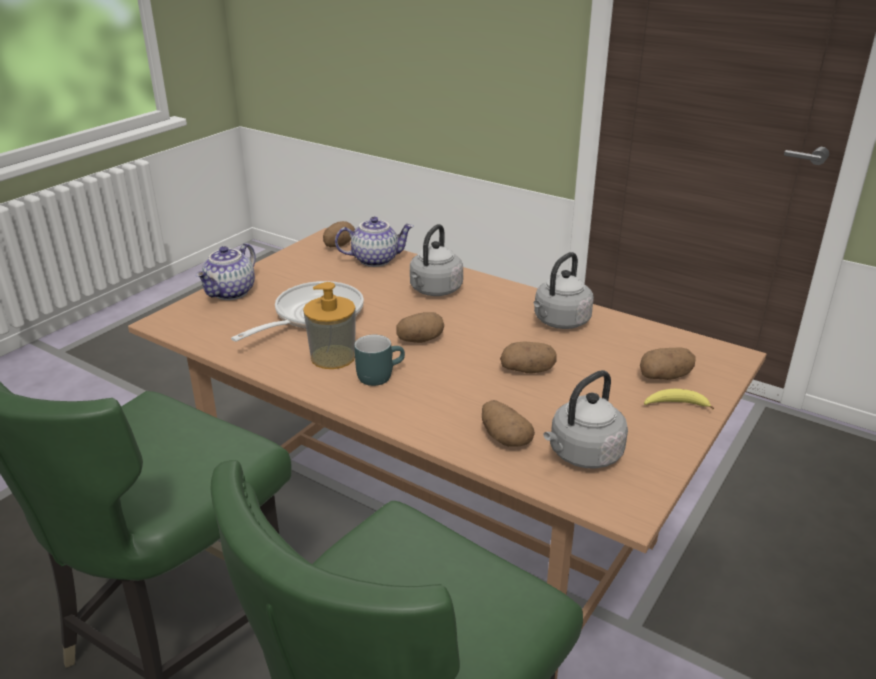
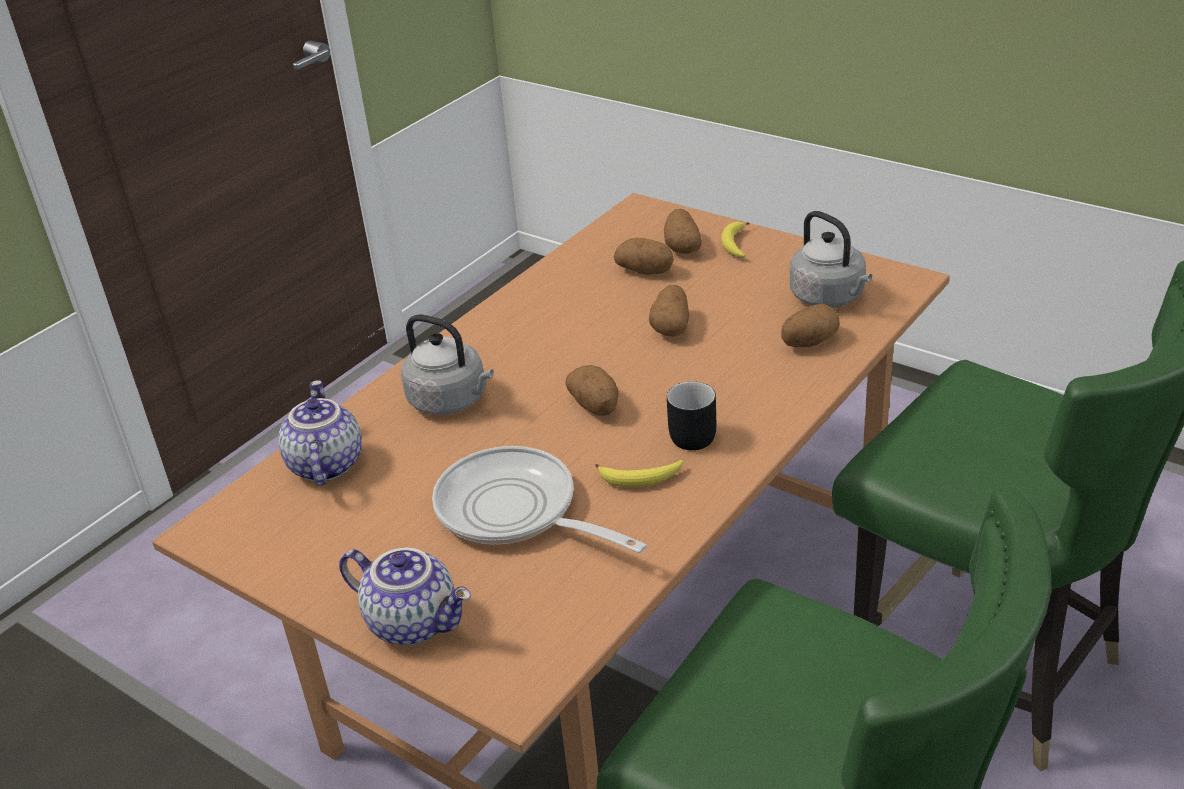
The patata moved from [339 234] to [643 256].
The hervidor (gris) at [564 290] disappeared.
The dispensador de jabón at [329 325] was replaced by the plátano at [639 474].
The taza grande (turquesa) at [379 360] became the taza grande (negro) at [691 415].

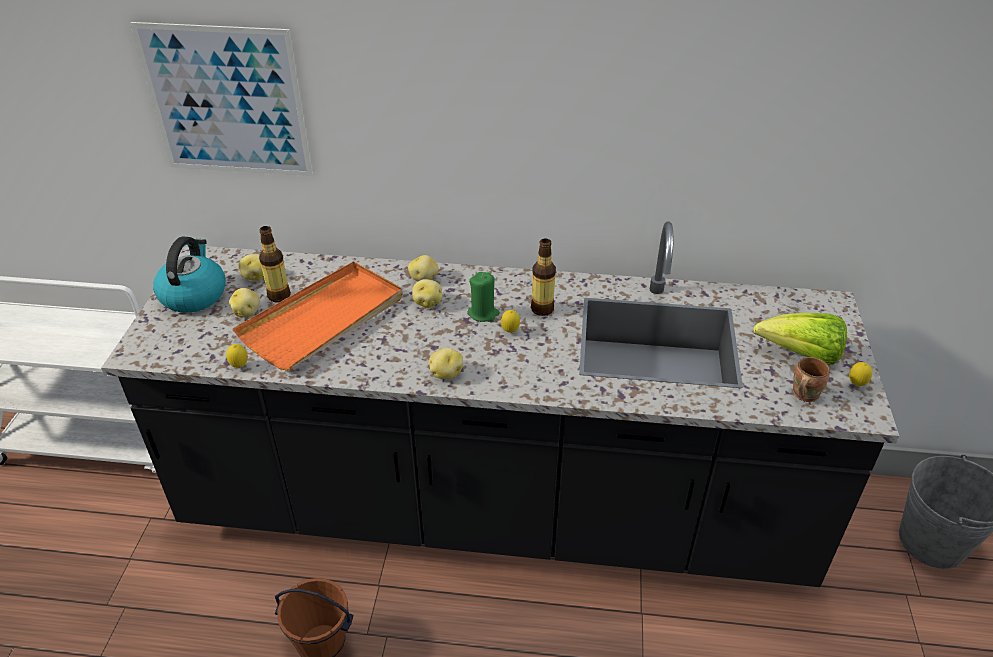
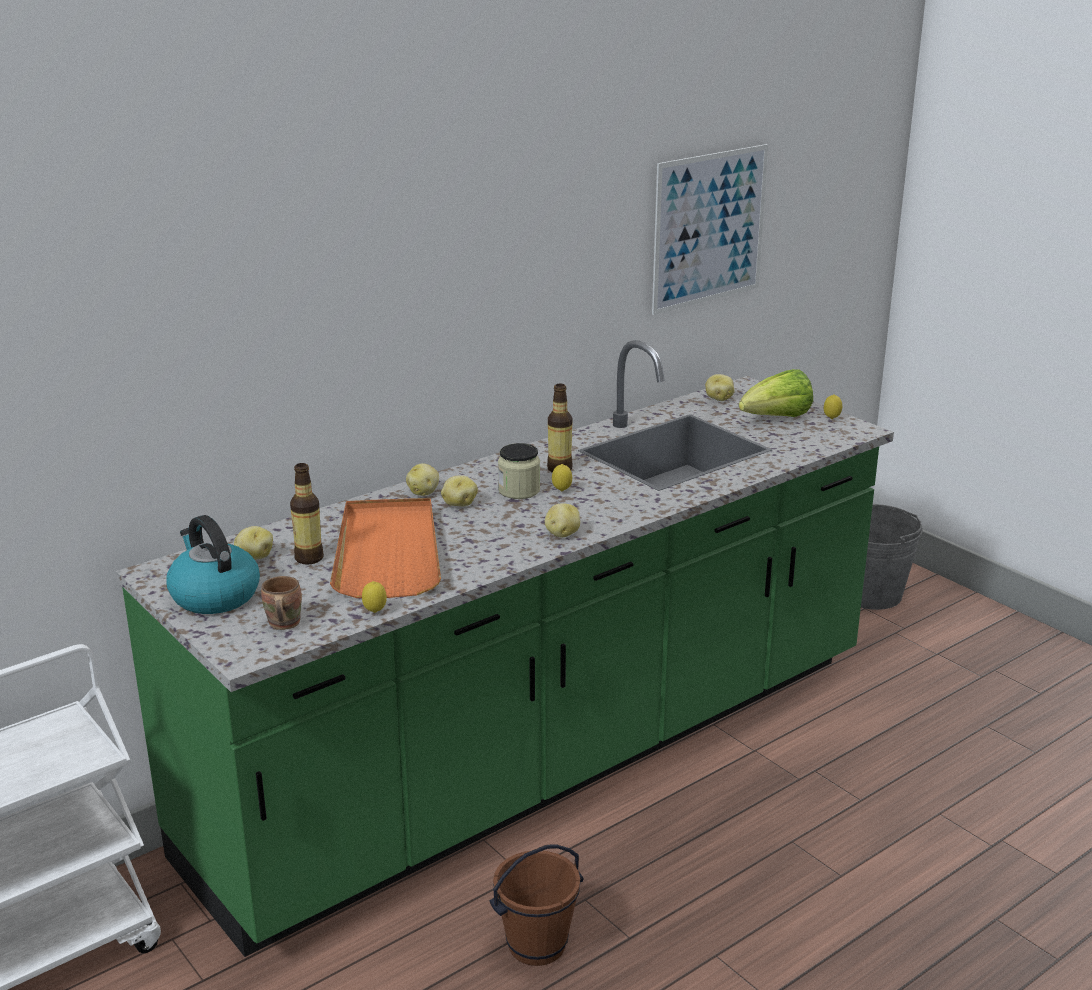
The cuadro moved from [221 99] to [710 229].
The mueble bajo de cocina (negro) at [500 404] became the mueble bajo de cocina (verde) at [505 648].
The vela (verde) at [484 297] was replaced by the tarro at [519 471].
The patata moved from [244 303] to [720 387].
The taza grande (marrón) moved from [811 379] to [281 603].

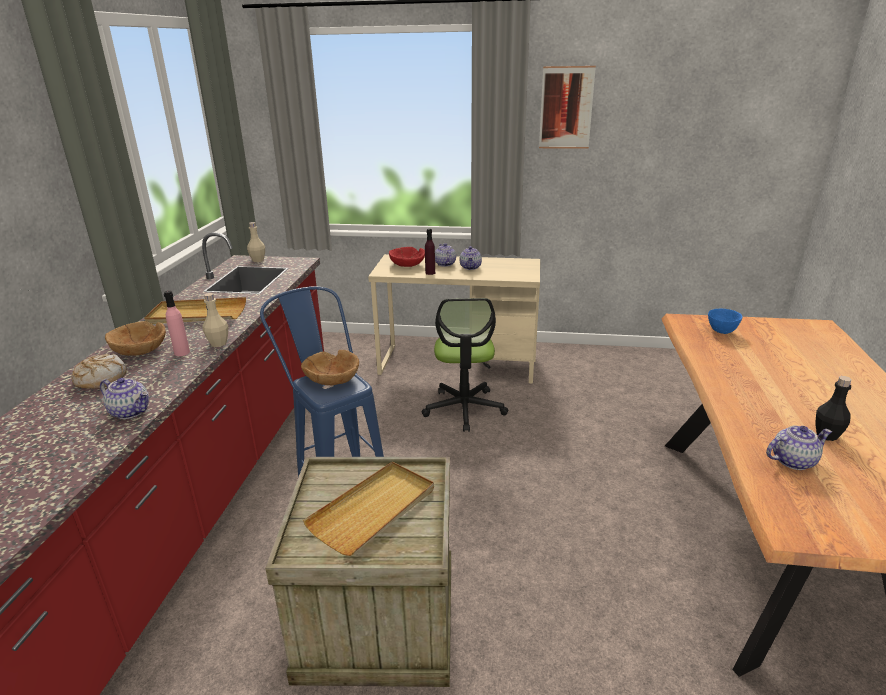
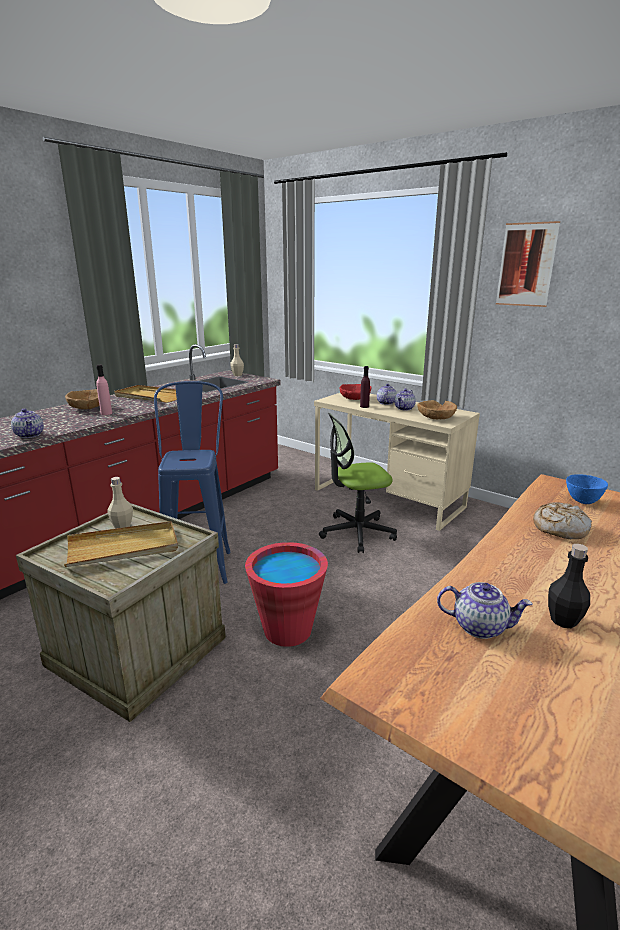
The botella (beis) moved from [215 320] to [120 503].
The silla de oficina at [465 365] turned 45 degrees clockwise.
The cuenco (marrón) moved from [330 367] to [437 409].
The pan moved from [99 371] to [562 520].
The cubo (rojo) at [286 594] appeared.

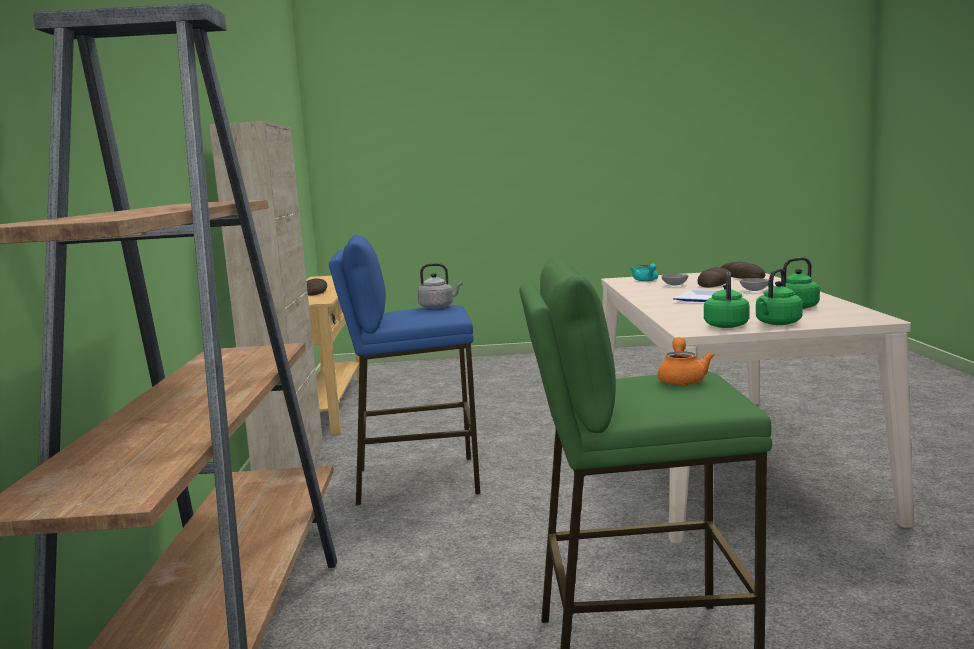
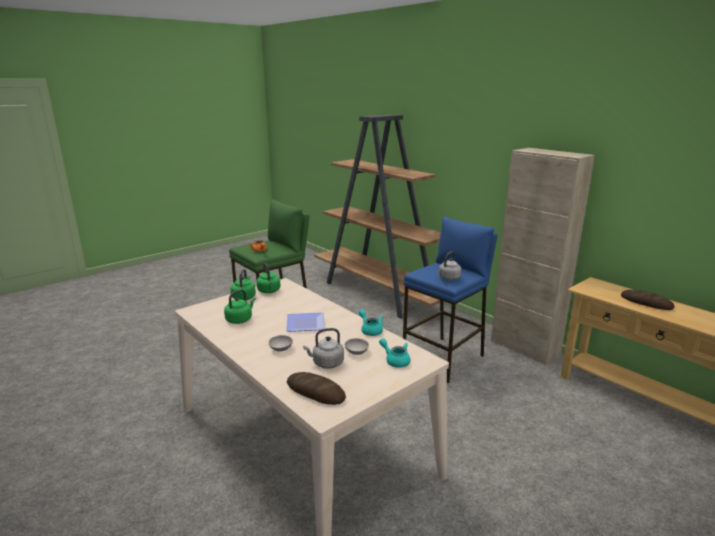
The pan at [713 277] was replaced by the hervidor (gris) at [323 348].
The tetera (turquesa) at [371 323] appeared.

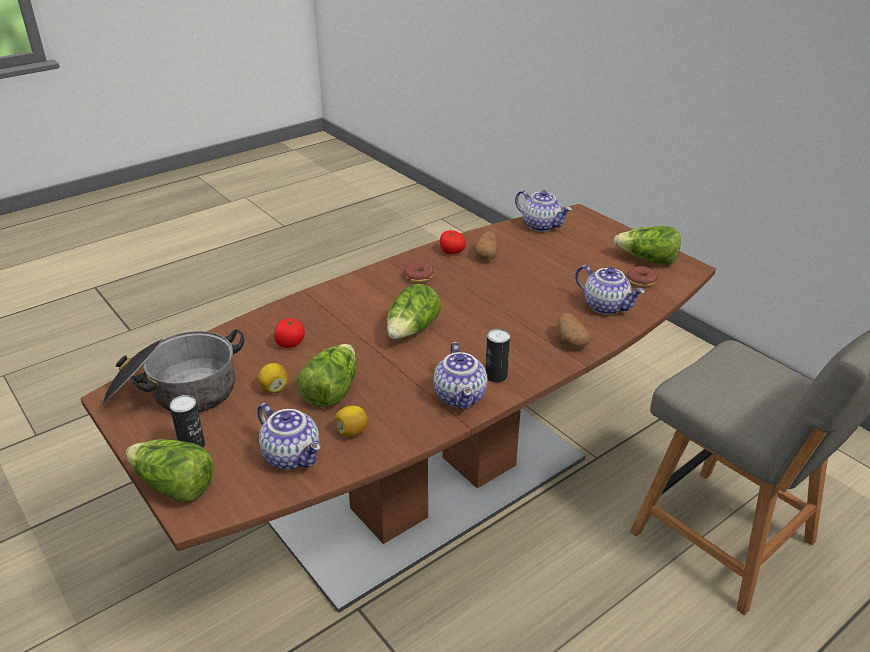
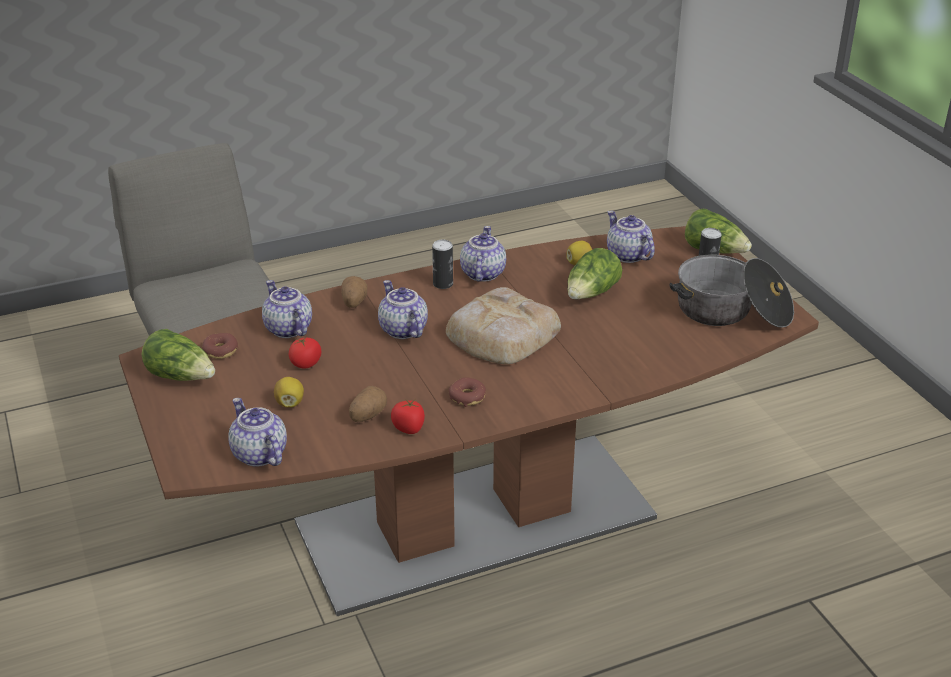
The lechuga at [414 311] was replaced by the pan at [503 325].
The tomate moved from [289 333] to [305 353].
The limón moved from [273 378] to [289 392].
The tetera at [403 309] appeared.

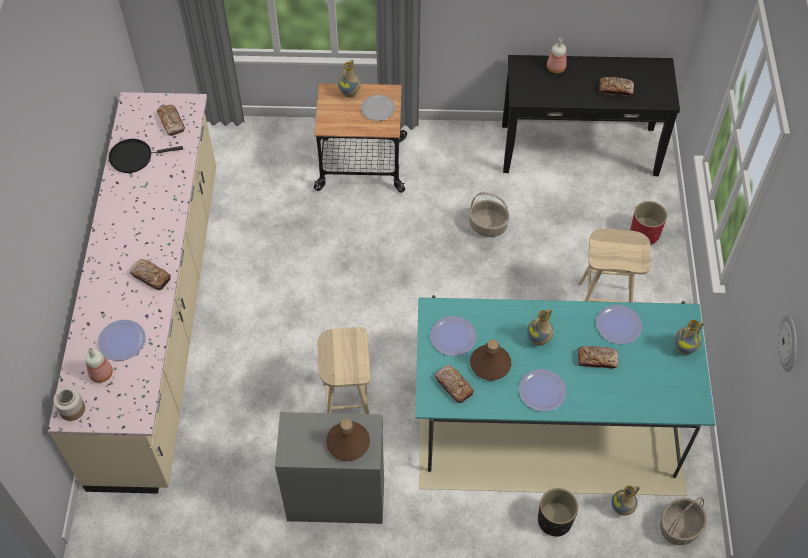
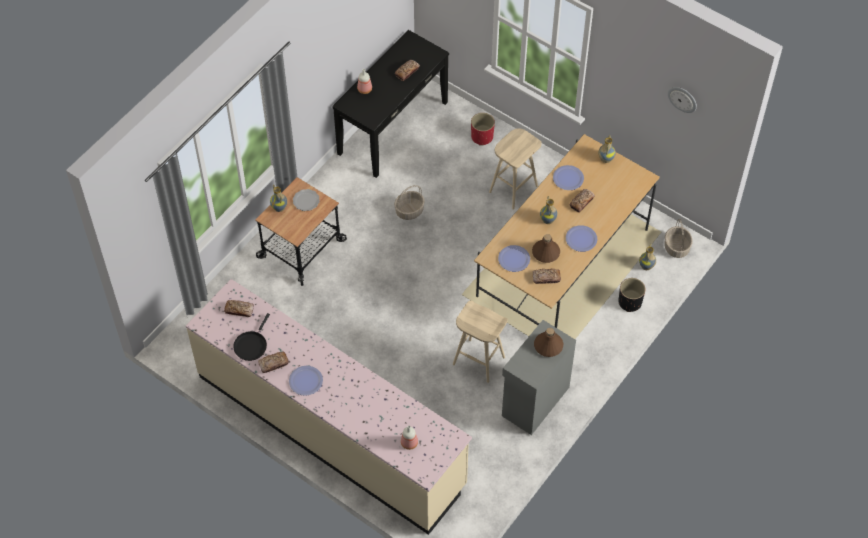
The pan moved from [150 274] to [273 362].
The mesa de comedor (turquesa) at [565 386] became the mesa de comedor (beis) at [567 231].
The plato moved from [121 340] to [306 381].
The tarro at [69 404] disappeared.

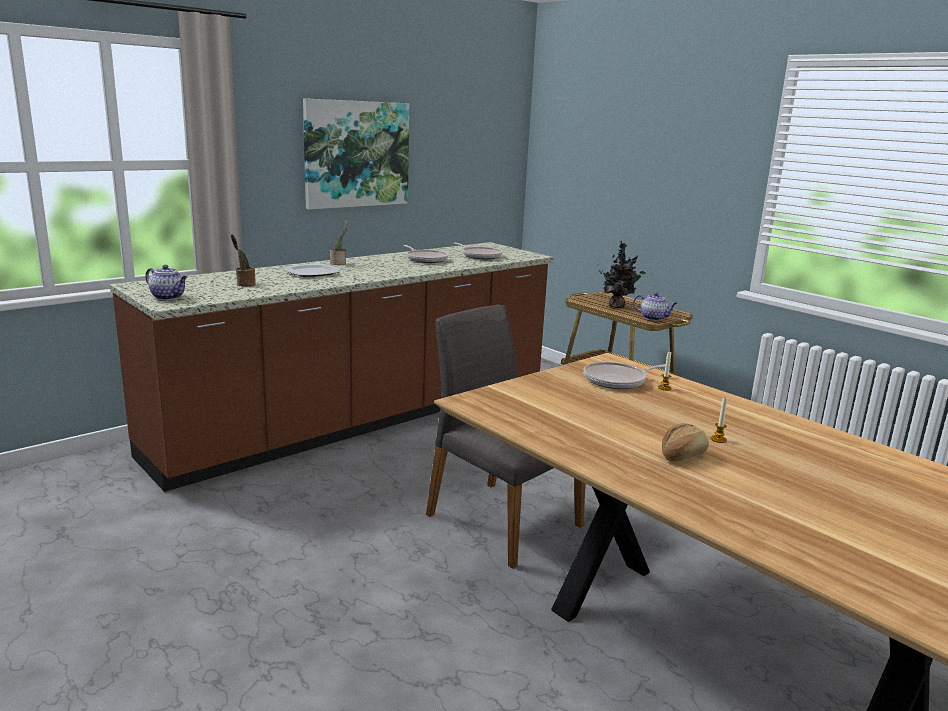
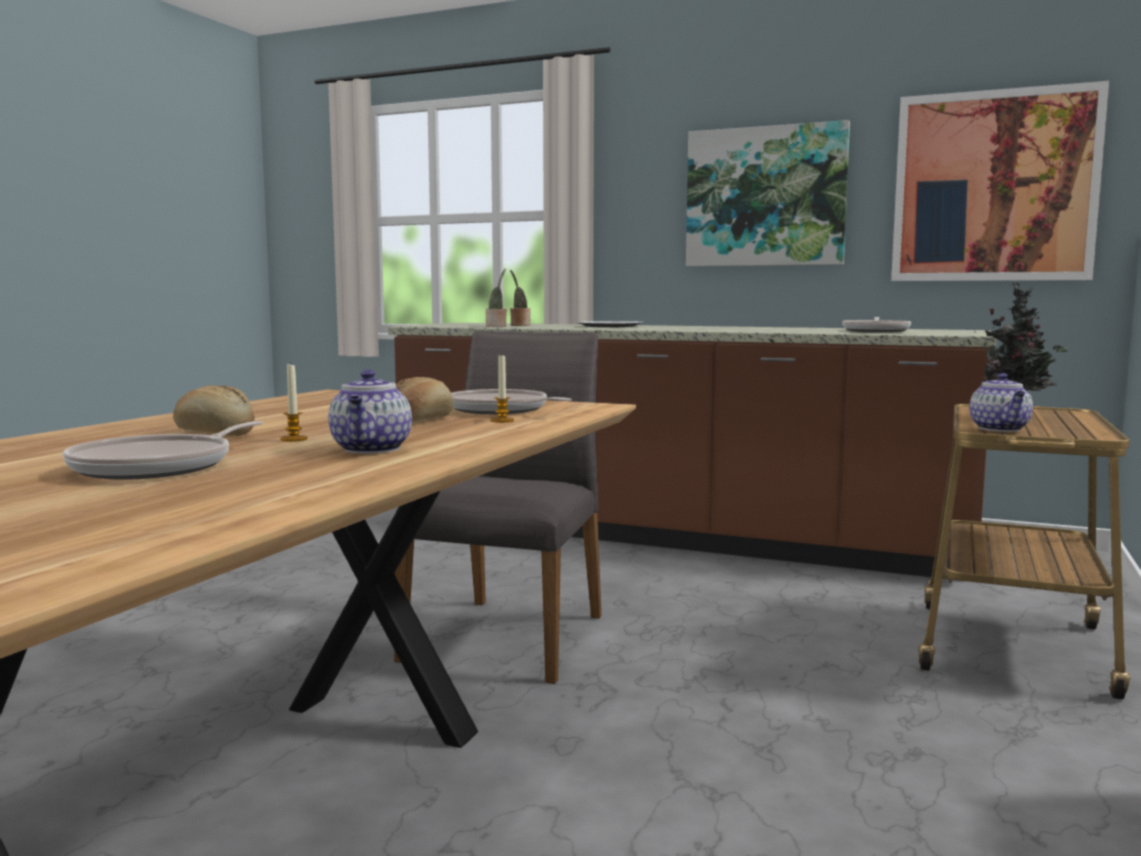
The planta en maceta moved from [339 242] to [496 298].
The sartén moved from [426 254] to [163 450].
The tetera moved from [166 282] to [370 412].
The cuadro at [1000 181] appeared.
The pan at [425 399] appeared.

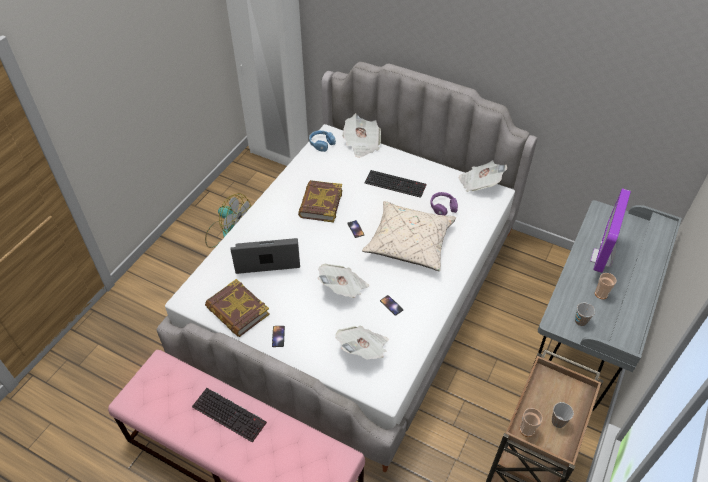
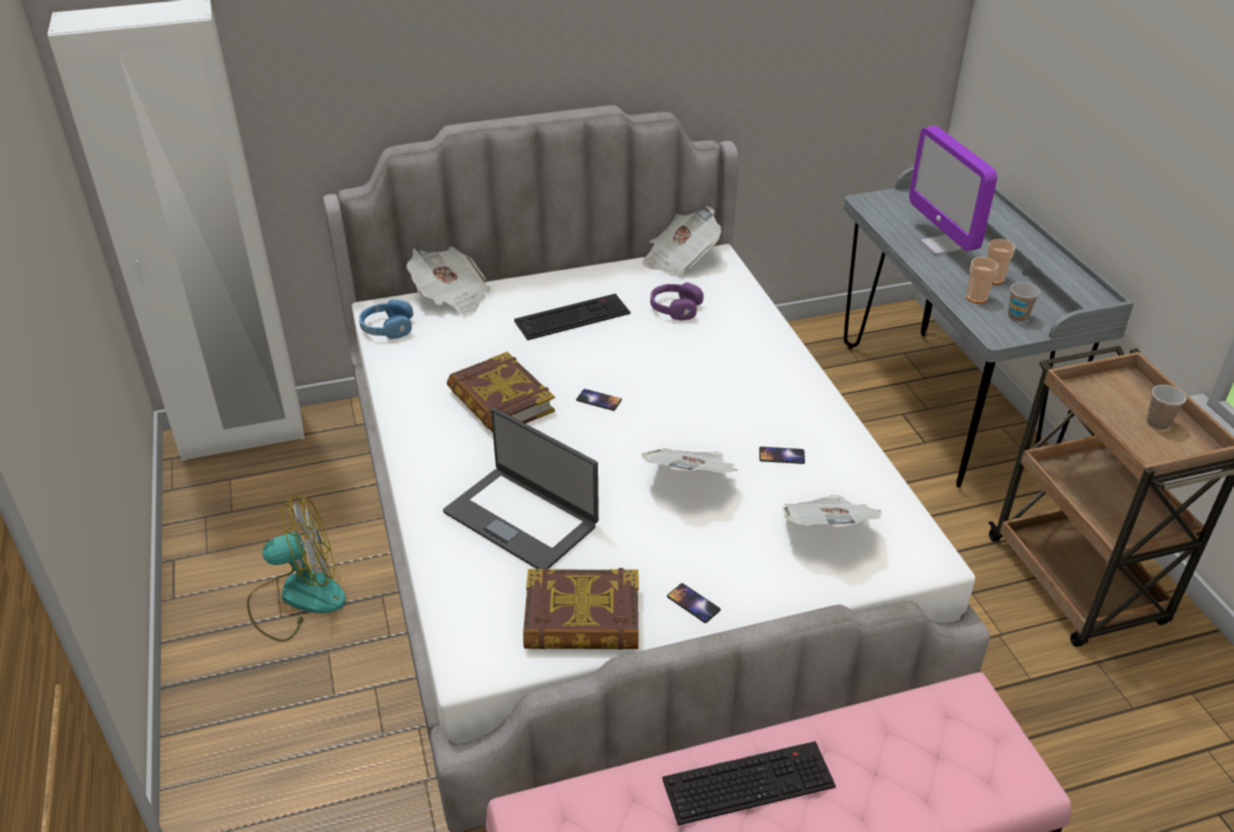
The cojín (beis) at [409 236] disappeared.
The portátil at [265 256] turned 90 degrees counterclockwise.
The taza moved from [531 422] to [982 280].

